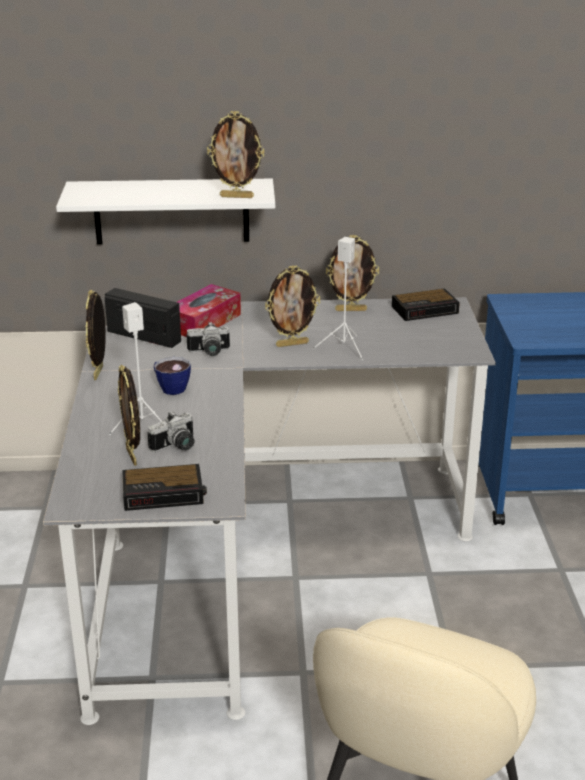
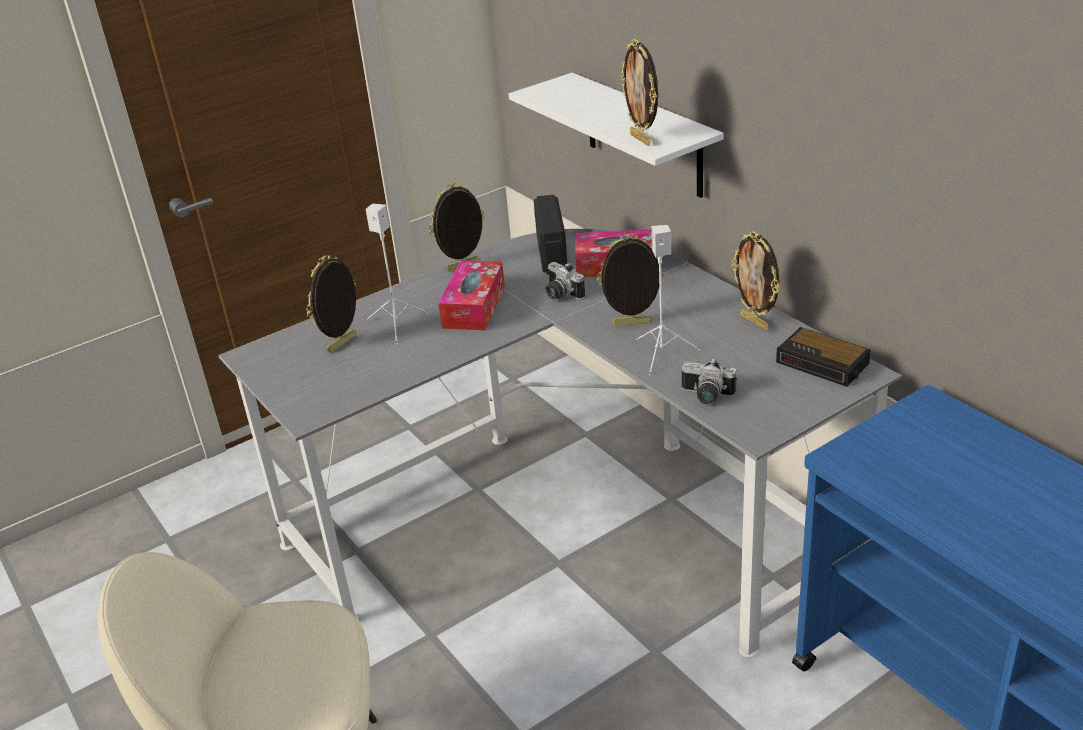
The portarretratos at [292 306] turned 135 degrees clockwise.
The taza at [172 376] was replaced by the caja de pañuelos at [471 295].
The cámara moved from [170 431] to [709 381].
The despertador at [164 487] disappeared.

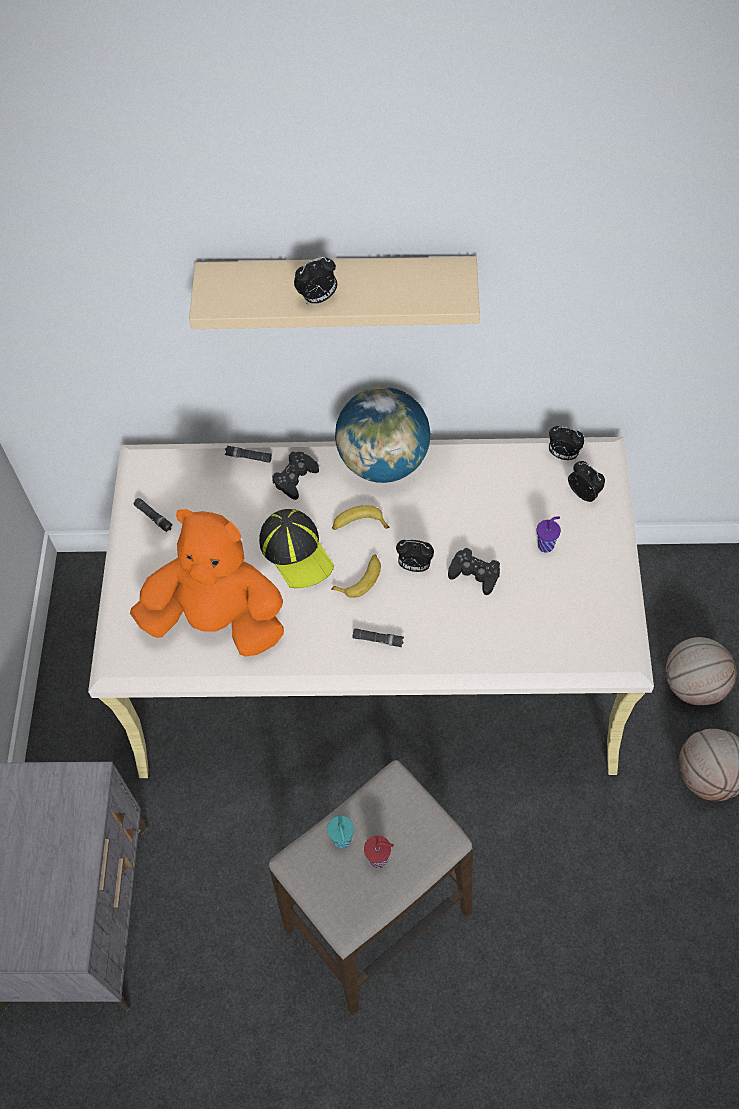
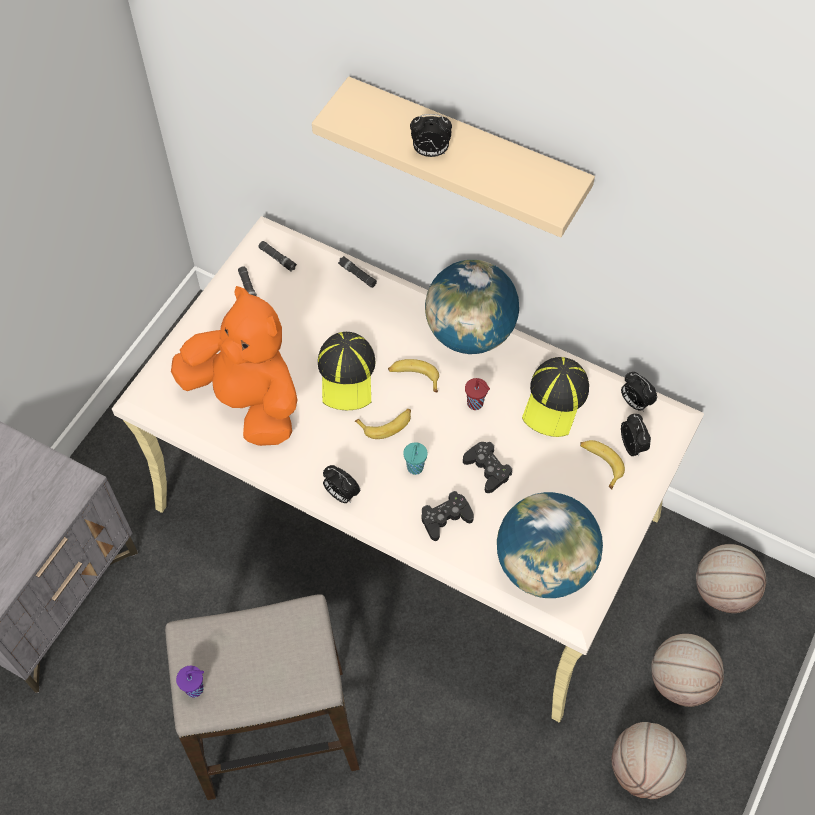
The mando de consola (negro) moved from [295 476] to [448 516].
The taza (morado) moved from [549 534] to [190 682].
The despertador moved from [415 556] to [341 484].
The linterna (negro) moved from [378 638] to [278 256].
The taza (turquesa) moved from [340 831] to [415 458].
The taza (rojo) moved from [379 852] to [477 394].
The gorra at [555 397] appeared.
The plátano at [602 464] appeared.
The globo terráqueo at [550 545] appeared.
The balón de baloncesto at [731 578] appeared.

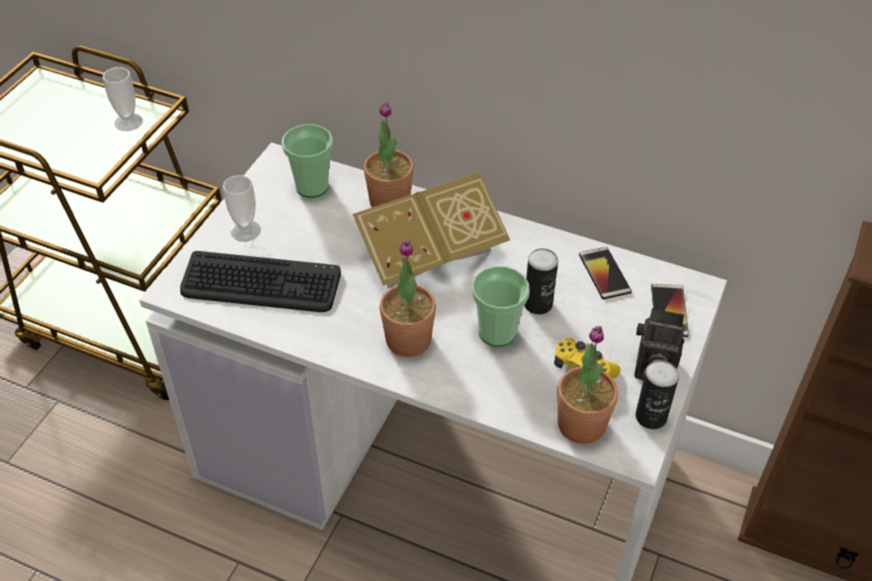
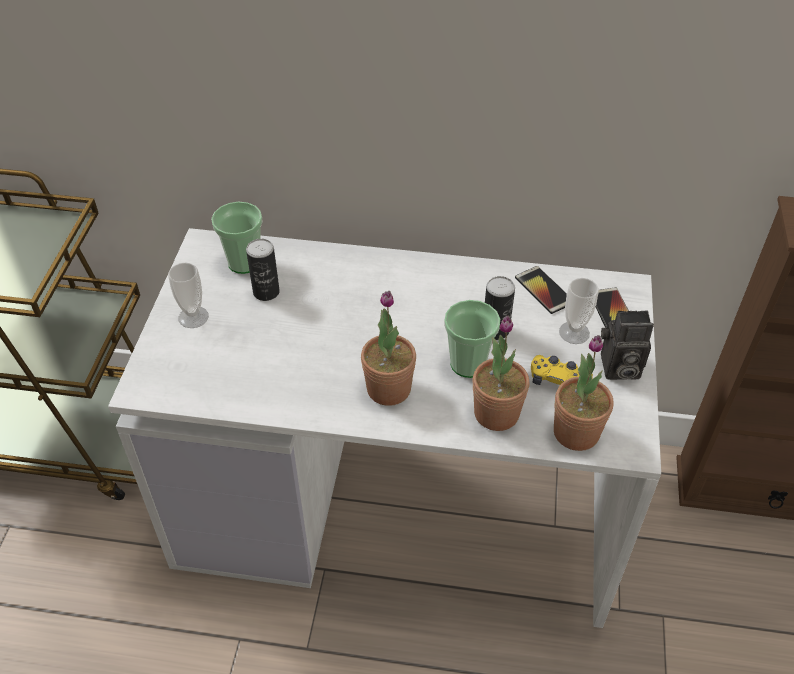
The taza moved from [123 99] to [579 311].
The planta en maceta moved from [389 154] to [501 373].
The libro at [431 230] disappeared.
The teclado at [260 281] disappeared.
The lata moved from [657 394] to [263 270].

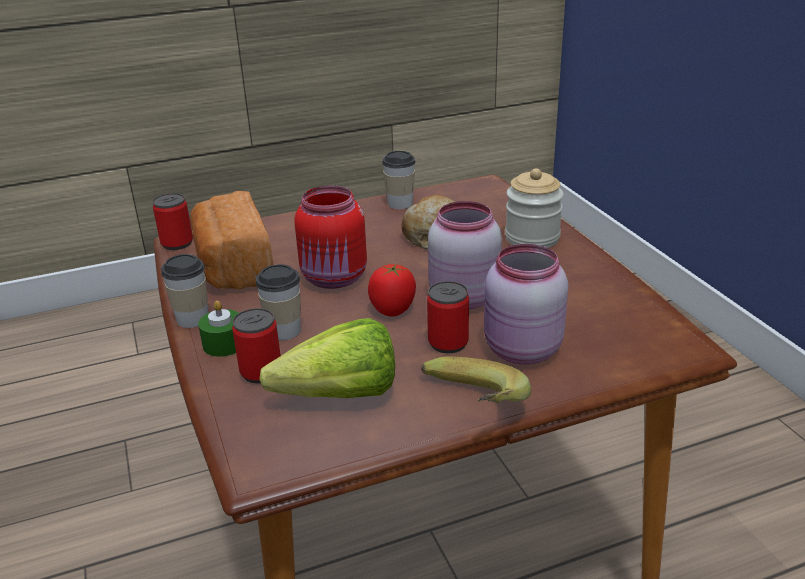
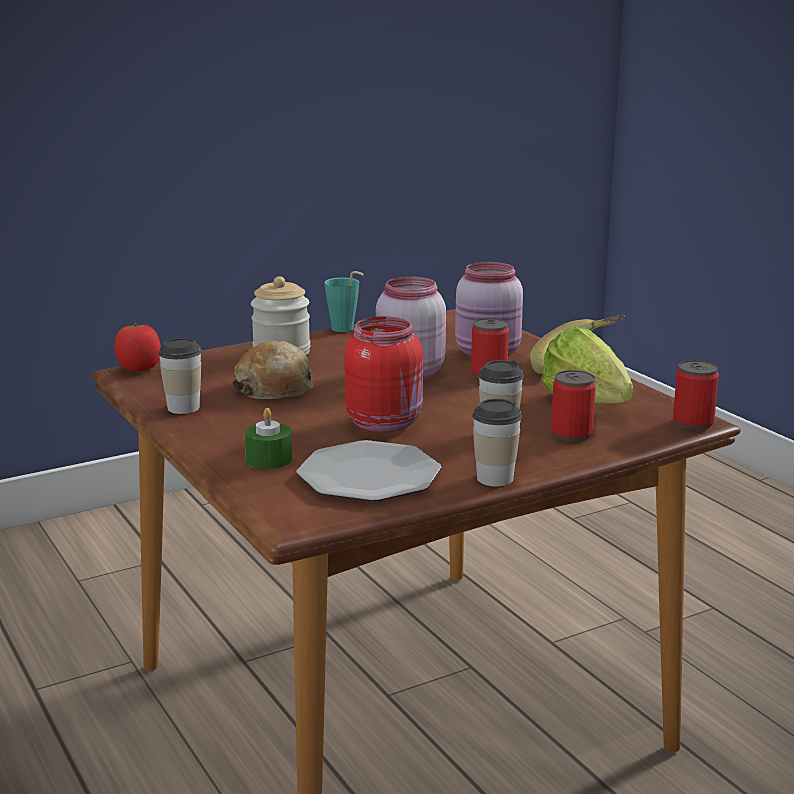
The pan at [232 240] was replaced by the plato at [369 471].
The lata moved from [173 221] to [696 395].
The tomate moved from [392 290] to [137 347].
The vela (verde) moved from [218 329] to [268 438].
The taza (turquesa) at [344 301] appeared.

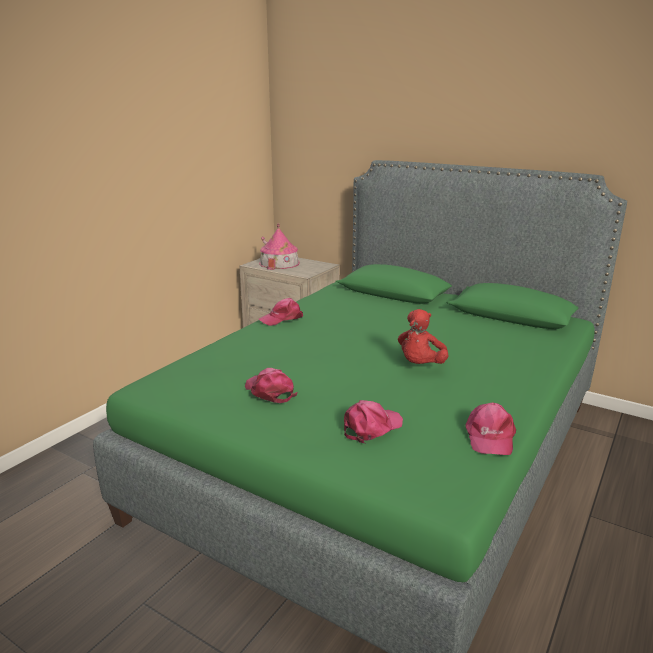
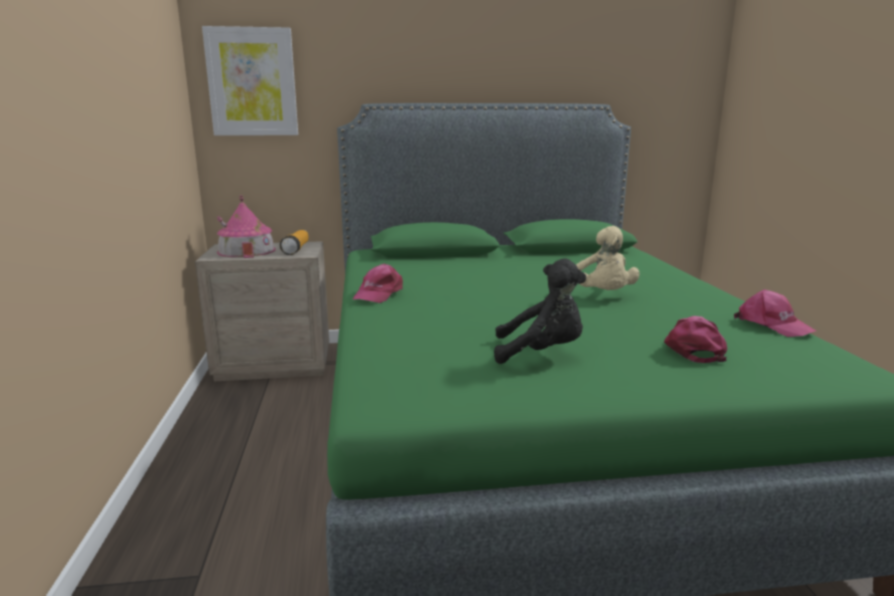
The peluche (rojo) at [423 336] became the peluche (beis) at [608 258].
The gorra (rosa) at [271 385] was replaced by the peluche (negro) at [540 311].
The cuadro at [250 81] appeared.
The linterna at [294 242] appeared.

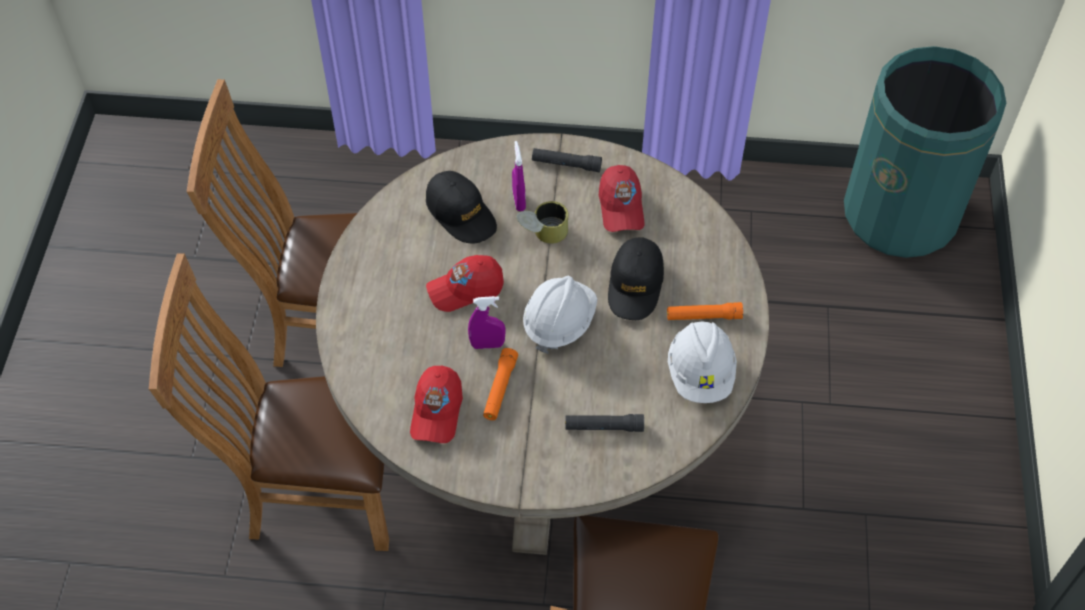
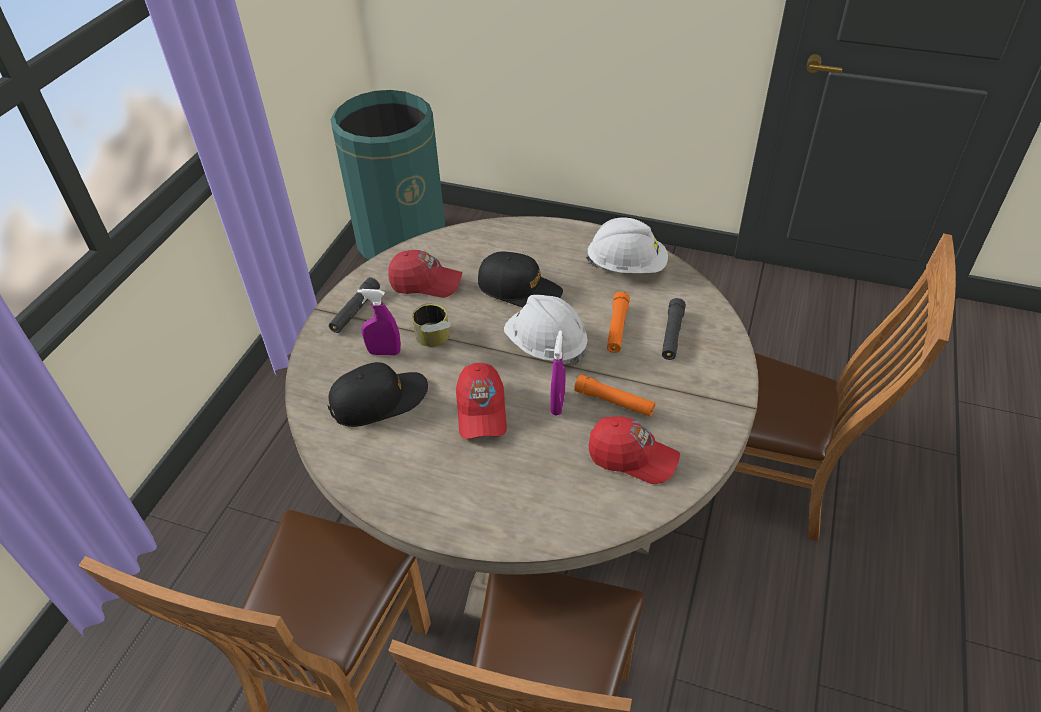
The linterna (naranja) moved from [705 311] to [618 322].

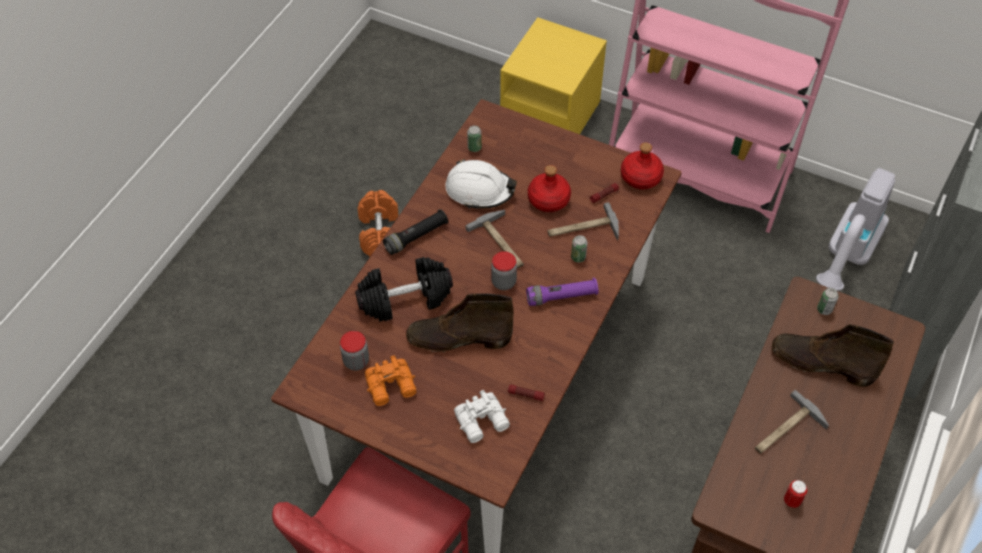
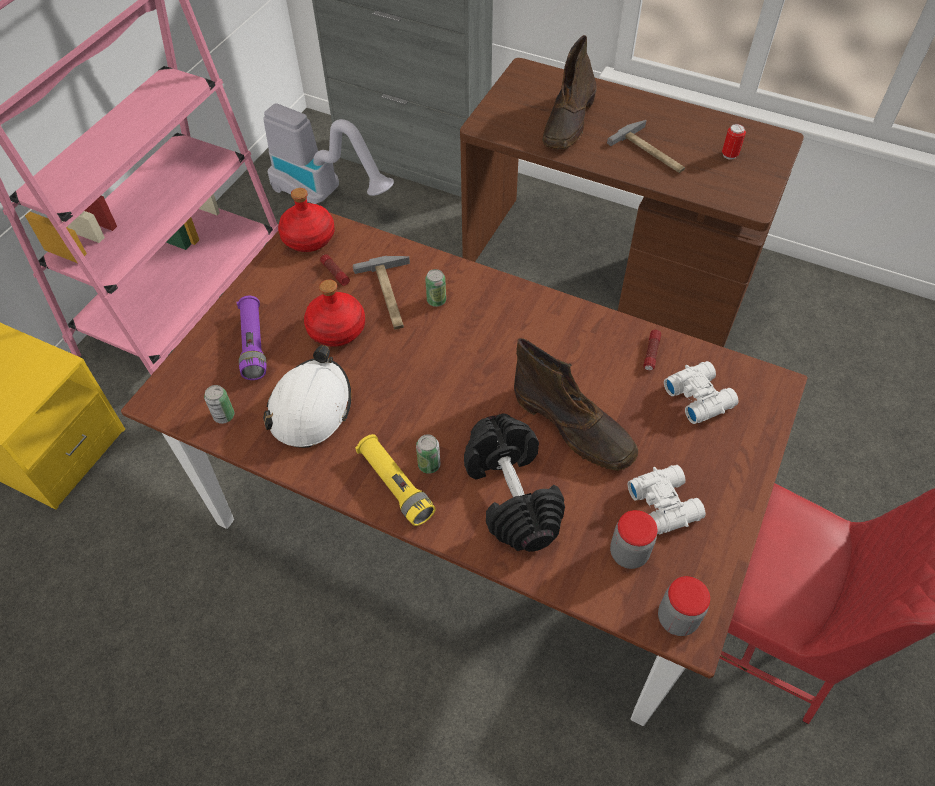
The mancuerna (naranja) at [378 223] disappeared.
The linterna (negro) at [415 232] became the linterna (amarillo) at [395 480].
The martillo at [494 239] disappeared.
The tarro moved from [504 270] to [684 606].
The linterna (morado) moved from [562 292] to [252 338].
The lata moved from [828 301] to [428 454].
The bota (marrón) at [460 322] turned 45 degrees counterclockwise.
The prismáticos (naranja) at [391 380] became the prismáticos (blanco) at [667 499].

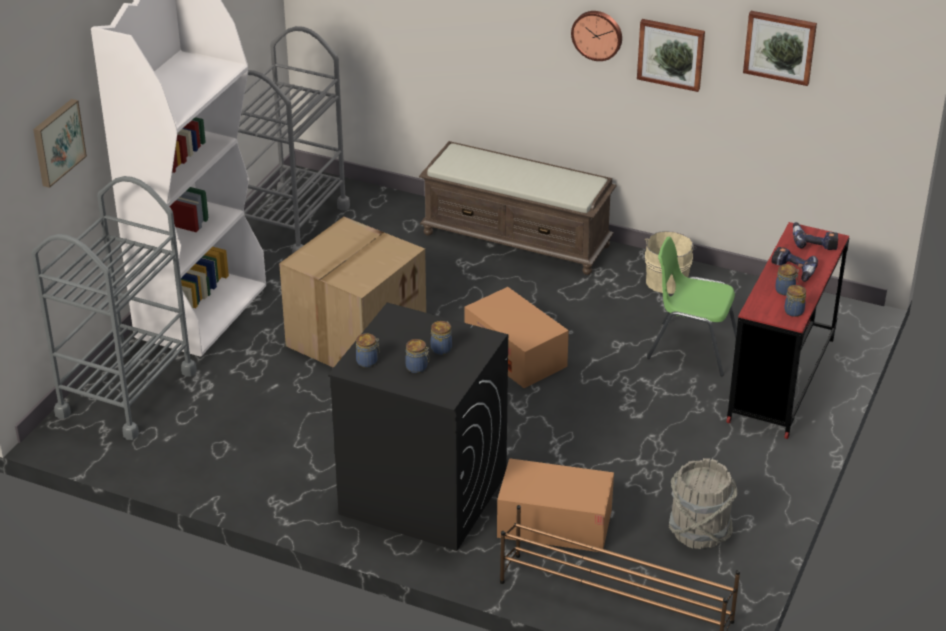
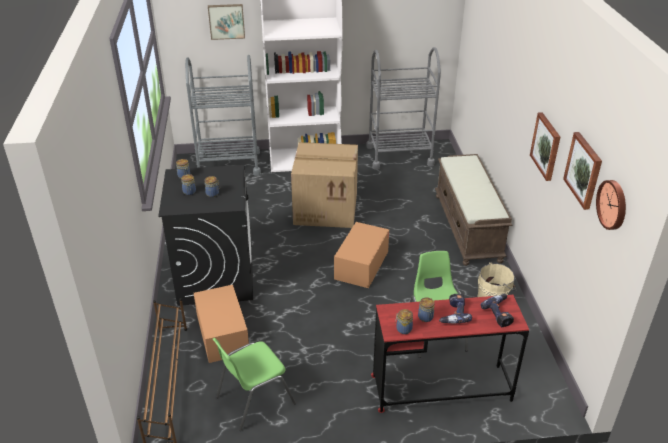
The reloj de pared moved from [596 36] to [611 205].
The cubo (gris) at [703 503] was replaced by the silla (verde) at [254 384].

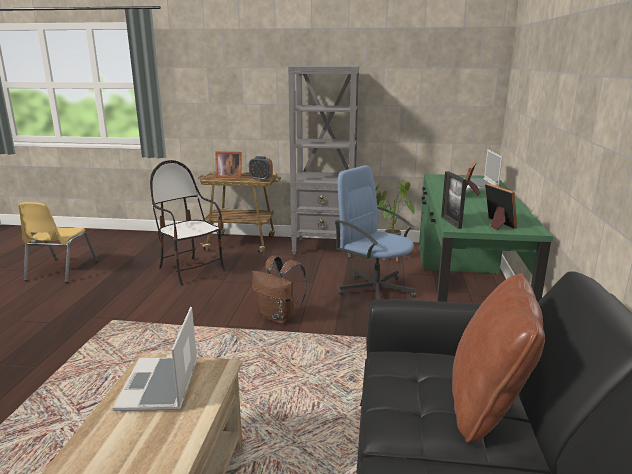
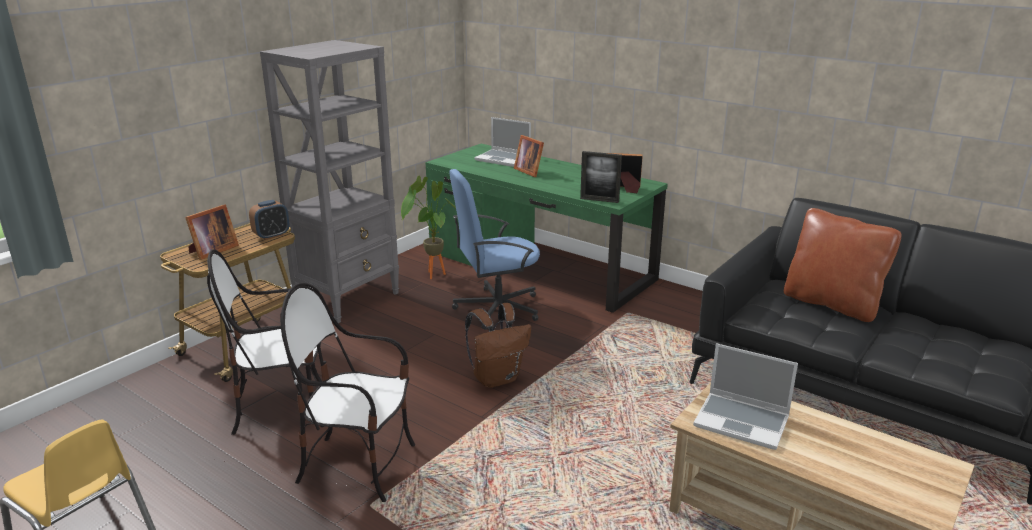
The silla at [347 392] appeared.

